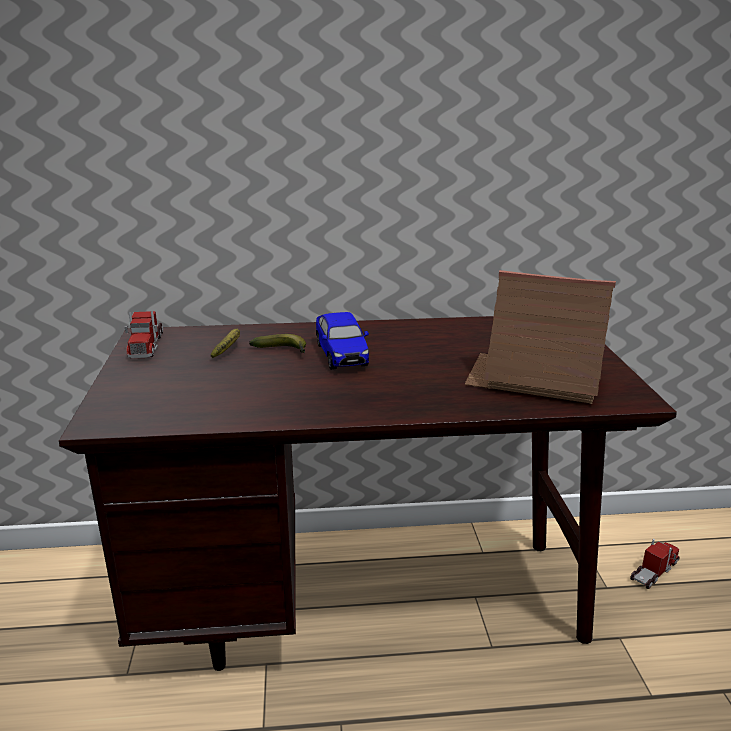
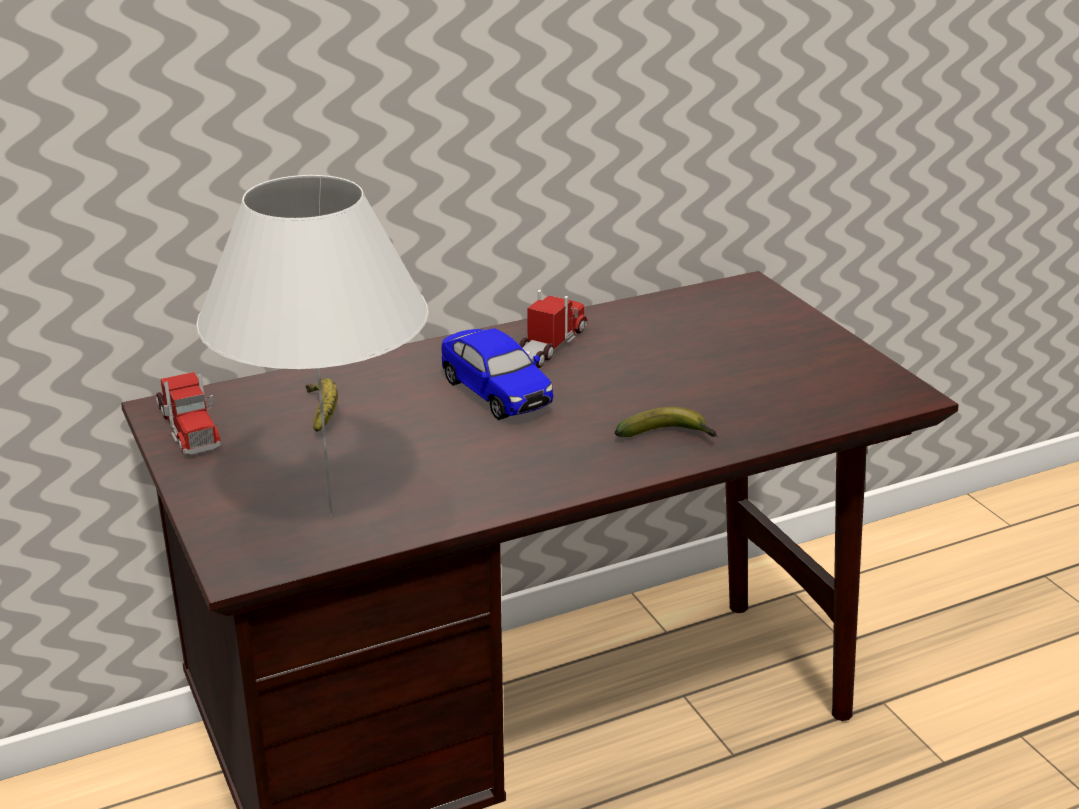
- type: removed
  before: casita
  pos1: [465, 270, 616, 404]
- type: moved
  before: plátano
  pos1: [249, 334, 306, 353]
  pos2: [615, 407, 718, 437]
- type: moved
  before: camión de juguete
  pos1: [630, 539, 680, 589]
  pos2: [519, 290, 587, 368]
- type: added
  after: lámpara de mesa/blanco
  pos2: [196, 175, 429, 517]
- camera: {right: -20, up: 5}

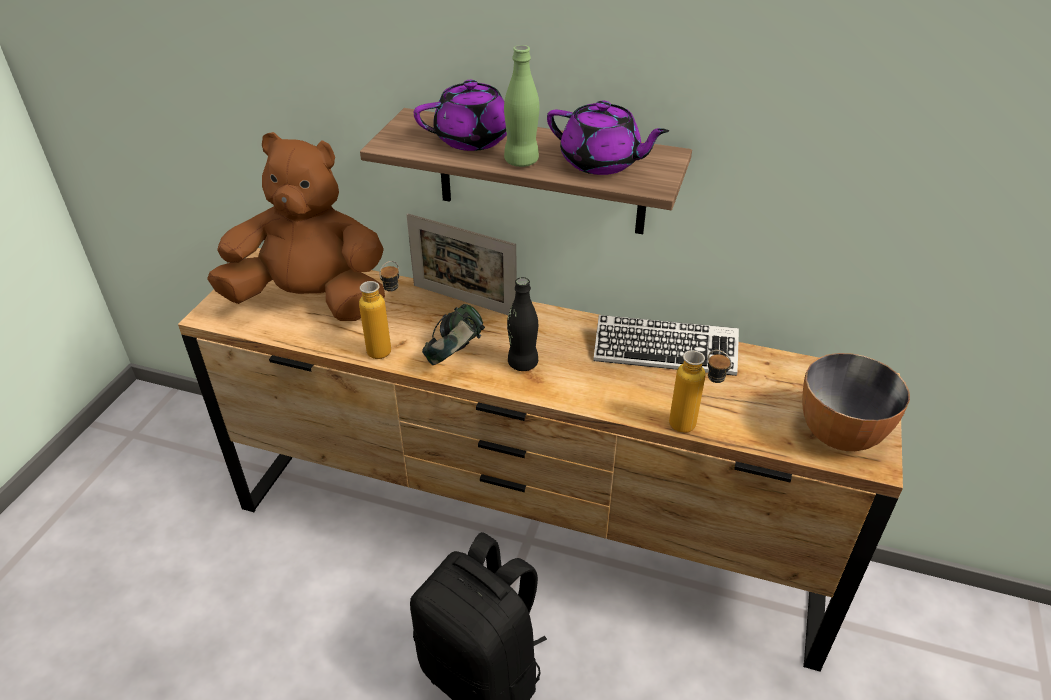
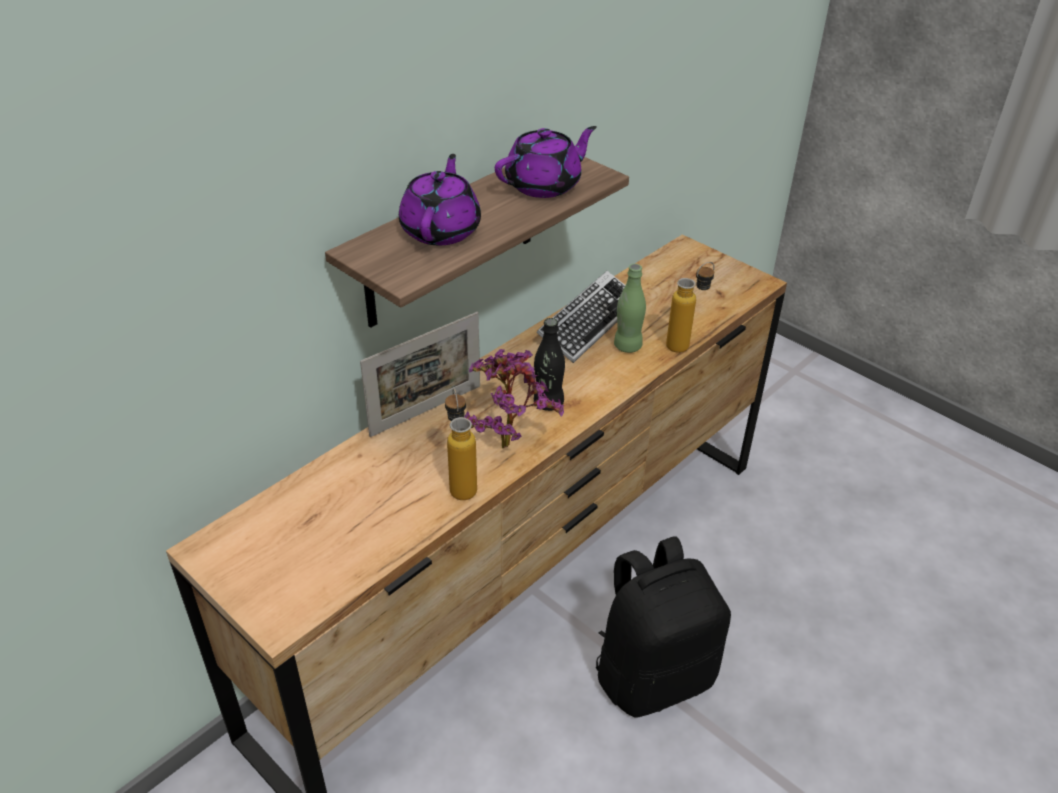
- type: moved
  before: botella/verde
  pos1: [504, 45, 540, 167]
  pos2: [614, 264, 646, 353]
- type: removed
  before: peluche/marrón
  pos1: [207, 132, 385, 321]
- type: replaced
  before: auriculares
  after: planta en maceta
  pos1: [422, 304, 485, 365]
  pos2: [464, 349, 564, 448]
- type: removed
  before: cuenco
  pos1: [802, 353, 910, 451]
- camera: {right: -65, up: 0}

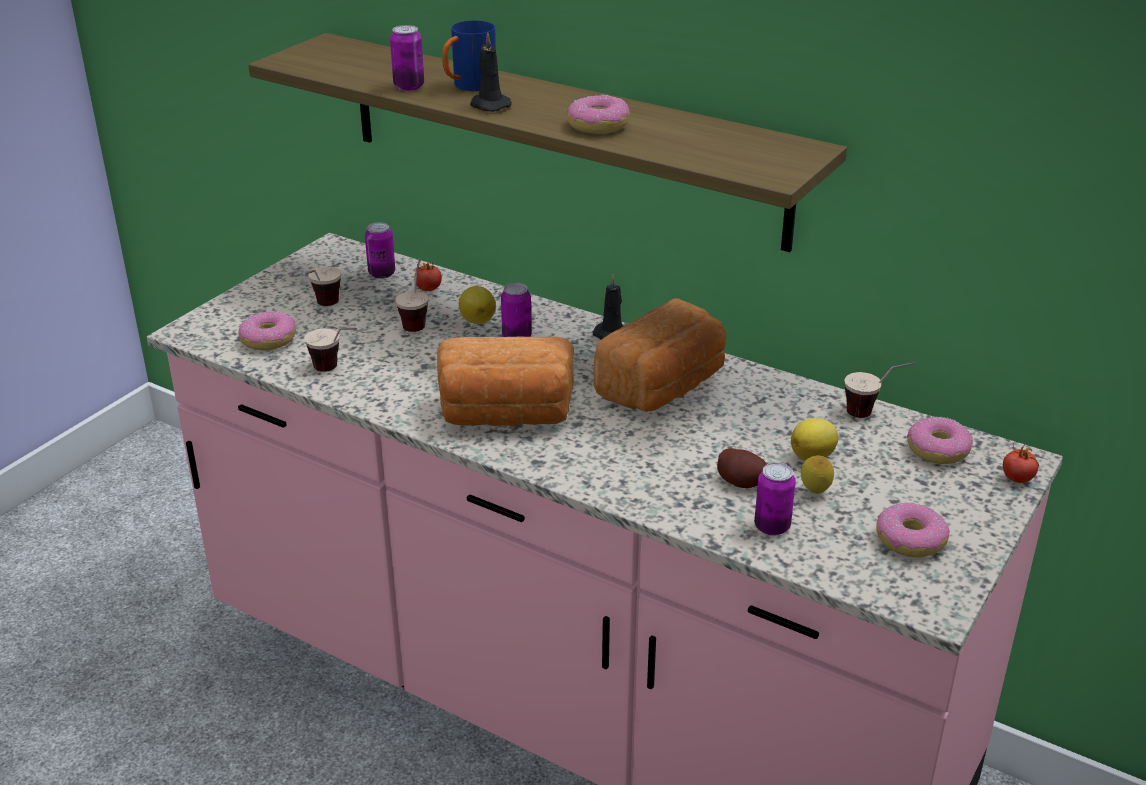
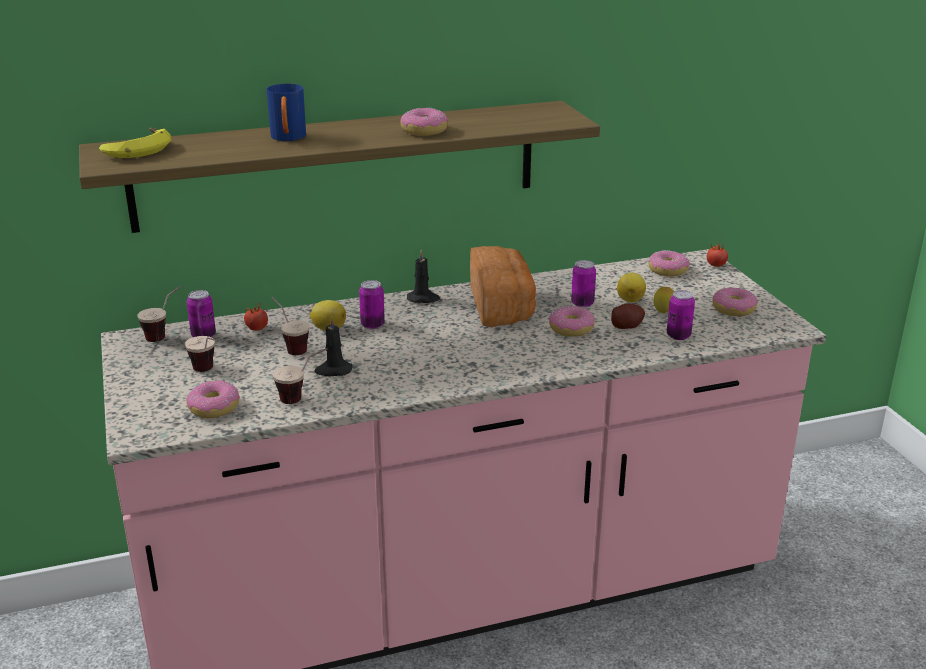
- type: moved
  before: lata
  pos1: [390, 25, 424, 91]
  pos2: [571, 260, 596, 308]
- type: moved
  before: vela/negro
  pos1: [470, 32, 512, 112]
  pos2: [315, 316, 352, 377]
- type: removed
  before: pan
  pos1: [437, 337, 574, 426]
- type: moved
  before: taza
  pos1: [844, 362, 916, 418]
  pos2: [137, 285, 182, 342]
- type: added
  after: plátano
  pos2: [98, 128, 171, 158]
- type: added
  after: rosquilla
  pos2: [549, 306, 595, 337]
- camera: {right: -50, up: -5}

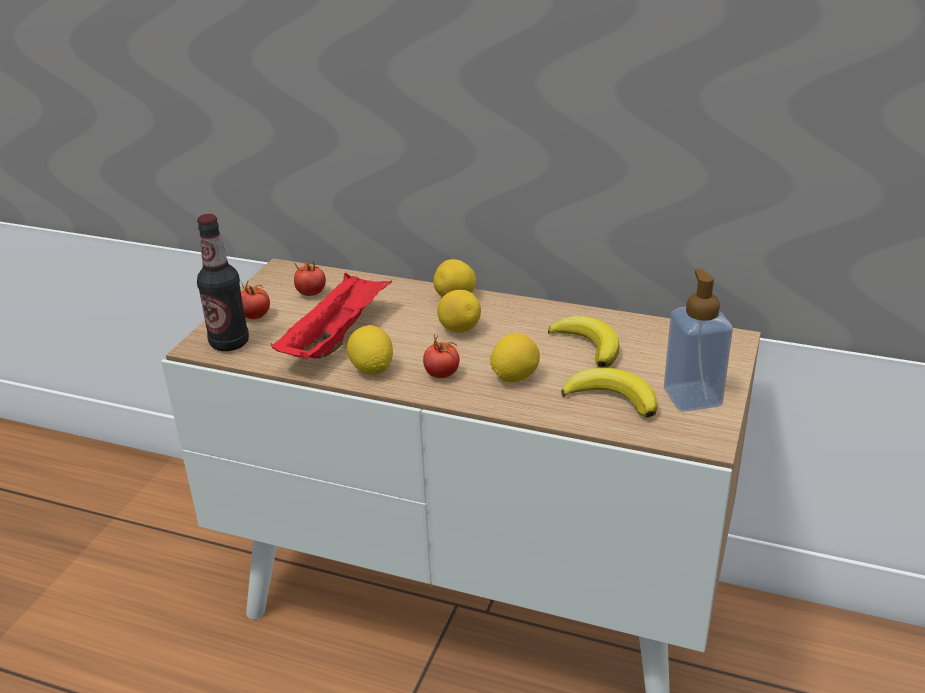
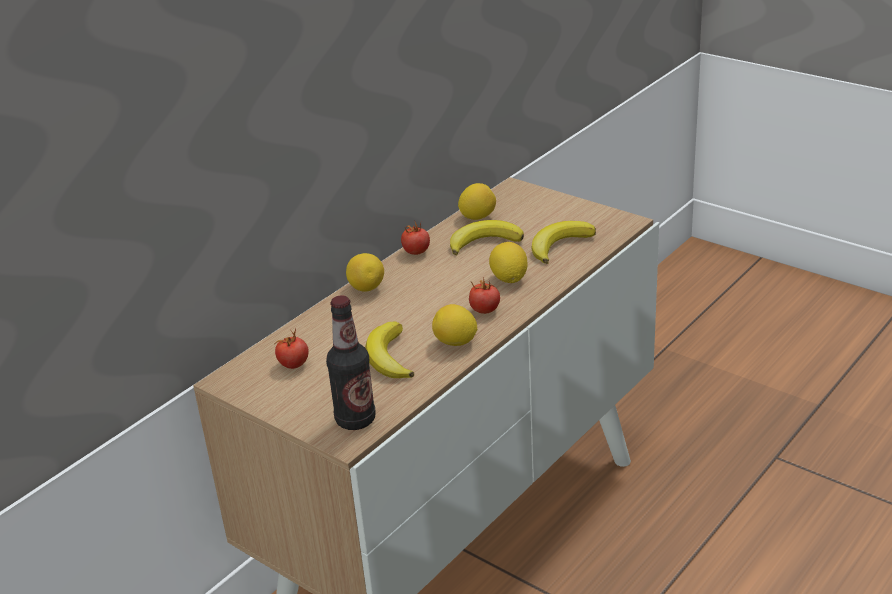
- type: removed
  before: dispensador de jabón
  pos1: [664, 268, 733, 411]
- type: replaced
  before: bandeja/rojo
  after: plátano
  pos1: [271, 272, 392, 359]
  pos2: [365, 322, 414, 378]
- type: moved
  before: tomate
  pos1: [241, 281, 270, 319]
  pos2: [401, 222, 430, 255]
- type: moved
  before: limón
  pos1: [437, 290, 481, 333]
  pos2: [458, 183, 496, 220]
- camera: {right: -70, up: 0}

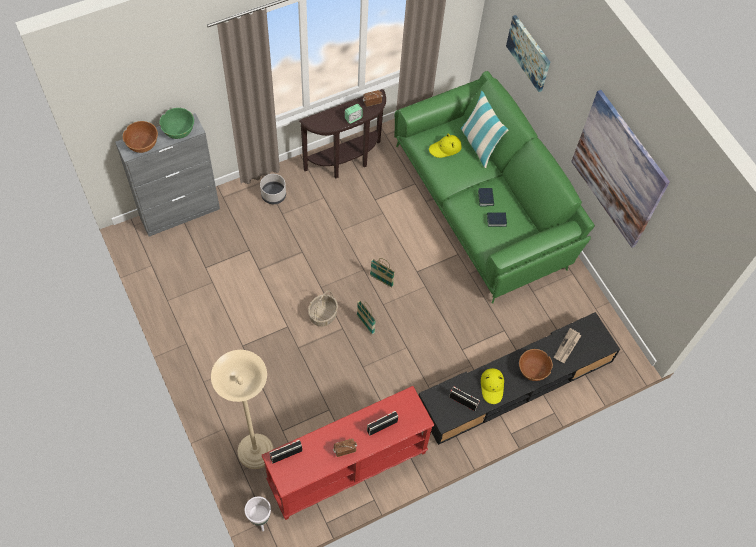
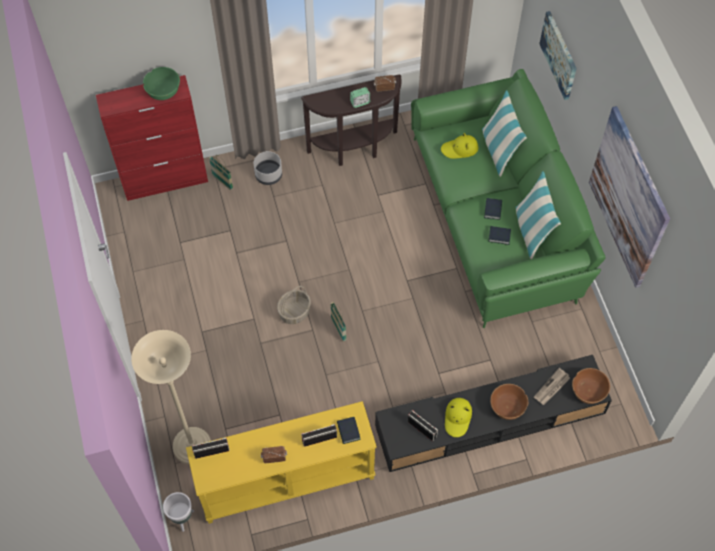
- type: recoloured
  before: armario/gris
  after: armario/rojo
  pos1: [115, 113, 220, 236]
  pos2: [96, 75, 208, 201]
- type: moved
  before: cuenco/marrón
  pos1: [123, 121, 158, 153]
  pos2: [572, 368, 610, 404]
- type: moved
  before: cesta
  pos1: [370, 258, 395, 287]
  pos2: [209, 155, 233, 190]
- type: recoloured
  before: mesa consola/rojo
  after: mesa consola/amarillo
  pos1: [262, 386, 434, 520]
  pos2: [186, 401, 377, 524]
- type: added
  after: cojín
  pos2: [516, 171, 561, 259]
- type: added
  after: libro
  pos2: [337, 417, 360, 444]
- camera: {right: 15, up: 0}

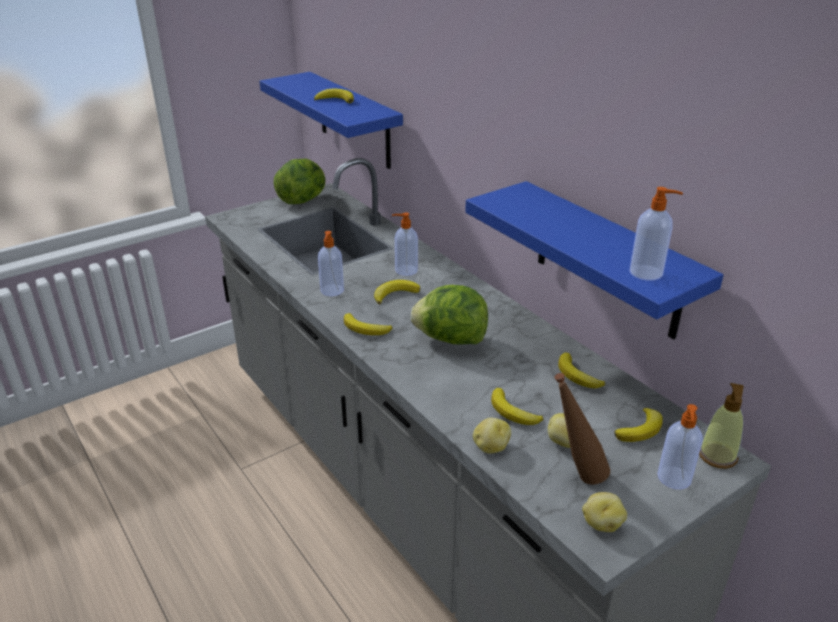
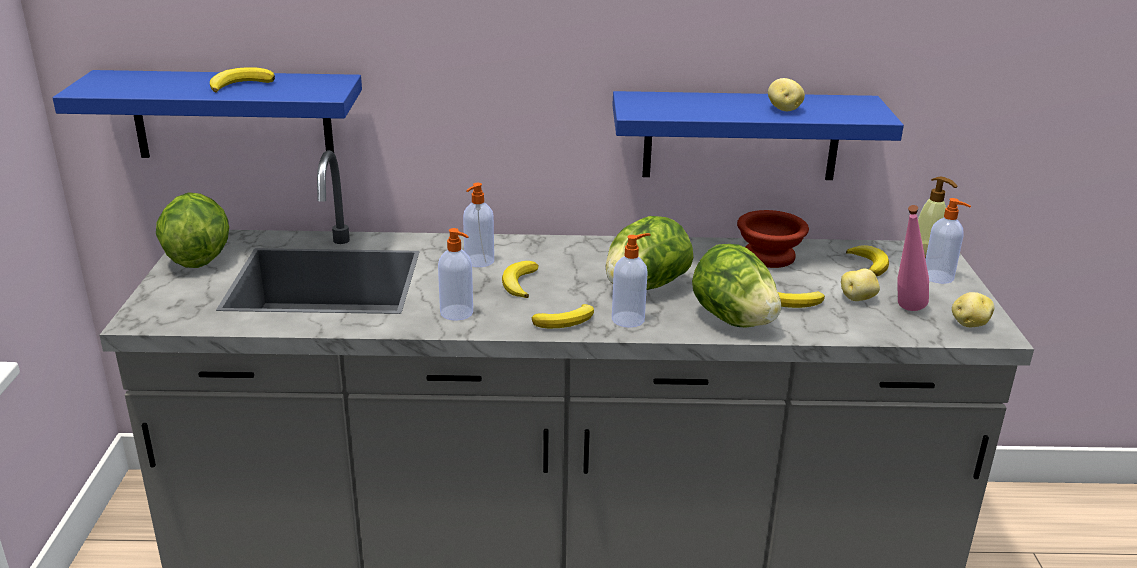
- type: moved
  before: dispensador de jabón
  pos1: [629, 187, 683, 281]
  pos2: [612, 233, 651, 328]
- type: replaced
  before: plátano
  after: cuenco/marrón
  pos1: [558, 352, 605, 388]
  pos2: [737, 210, 809, 268]
- type: recoloured
  before: botella/marrón
  after: botella/rosa
  pos1: [554, 373, 610, 485]
  pos2: [897, 205, 929, 311]
- type: moved
  before: patata
  pos1: [473, 418, 511, 454]
  pos2: [768, 78, 805, 111]
- type: added
  after: lechuga
  pos2: [692, 244, 781, 327]
- camera: {right: -55, up: -5}

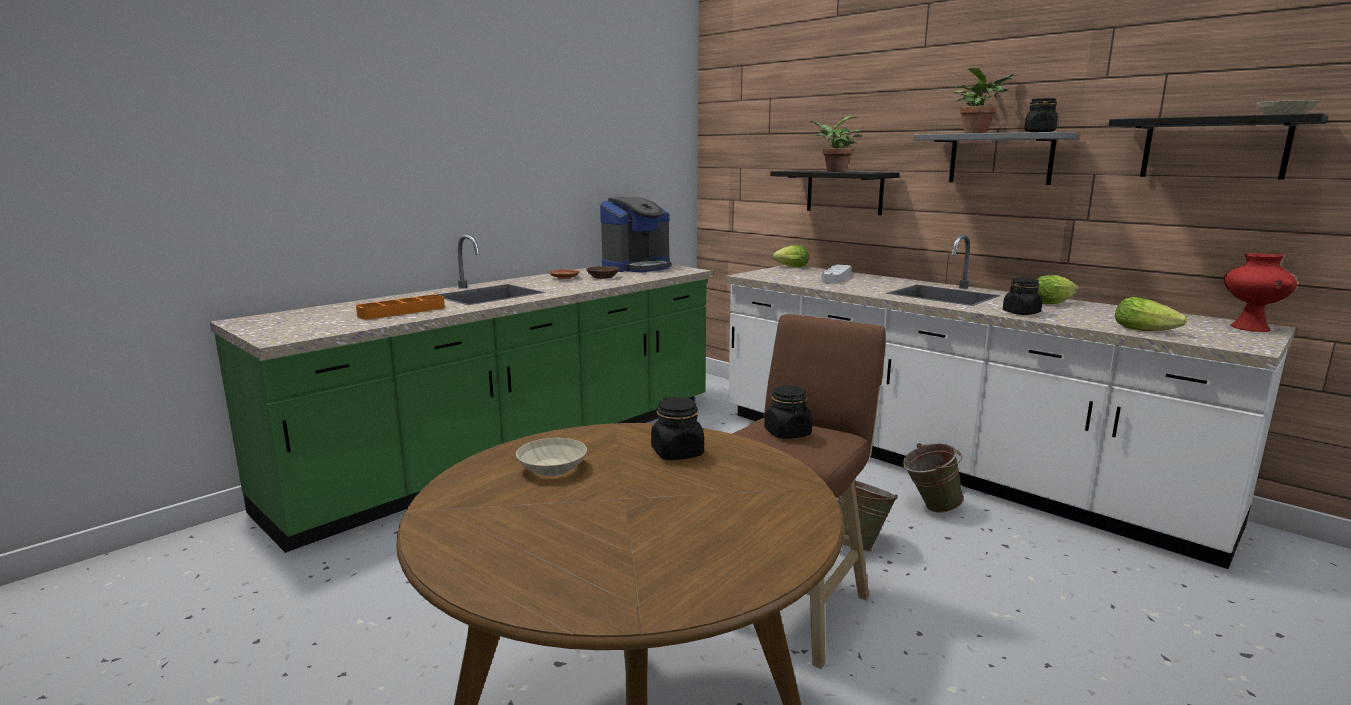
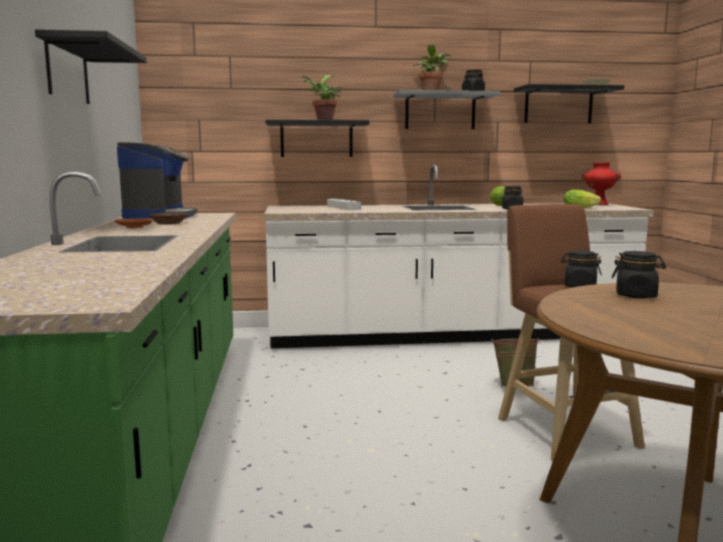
- type: removed
  before: lechuga
  pos1: [773, 245, 809, 268]
- type: removed
  before: bandeja/naranja
  pos1: [356, 295, 445, 320]
- type: removed
  before: cuenco/beis
  pos1: [516, 438, 587, 476]
- type: removed
  before: cubo/verde
  pos1: [902, 443, 964, 513]
- type: added
  after: estante/negro
  pos2: [35, 29, 147, 104]
- camera: {right: -50, up: -5}

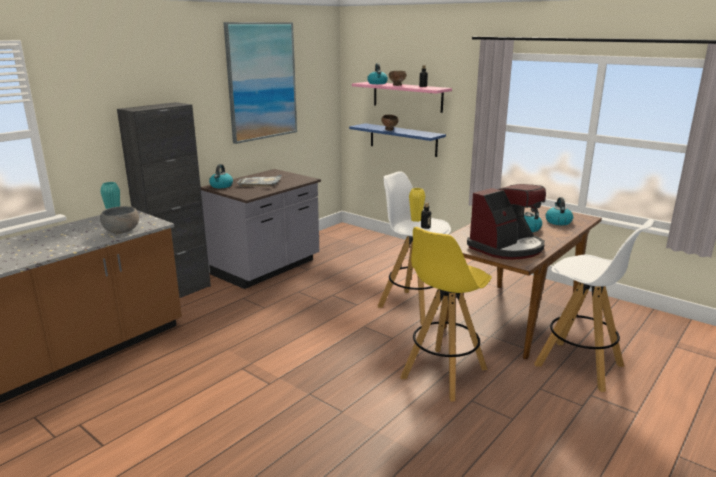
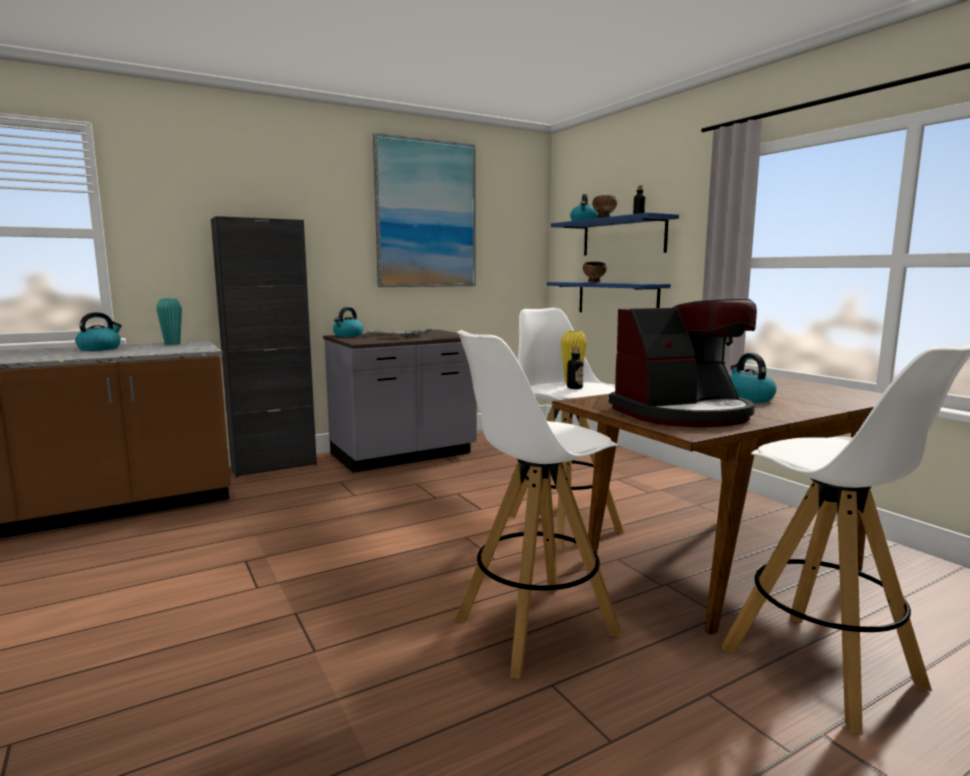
- type: recoloured
  before: estante/rosa
  after: estante/azul
  pos1: [352, 82, 452, 113]
  pos2: [551, 212, 679, 256]
- type: moved
  before: hervidor
  pos1: [546, 197, 573, 225]
  pos2: [75, 312, 122, 351]
- type: removed
  before: cuenco/gris
  pos1: [100, 206, 139, 234]
- type: recoloured
  before: taburete/amarillo
  after: taburete/blanco
  pos1: [400, 227, 492, 402]
  pos2: [455, 330, 622, 678]
- camera: {right: 20, up: -10}

